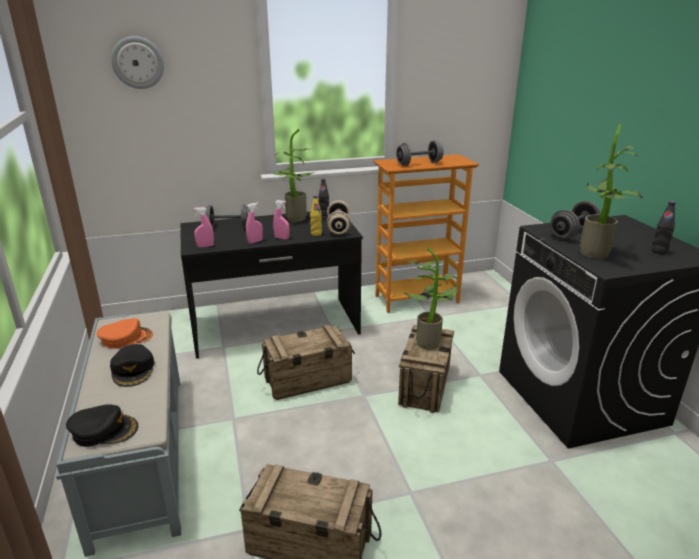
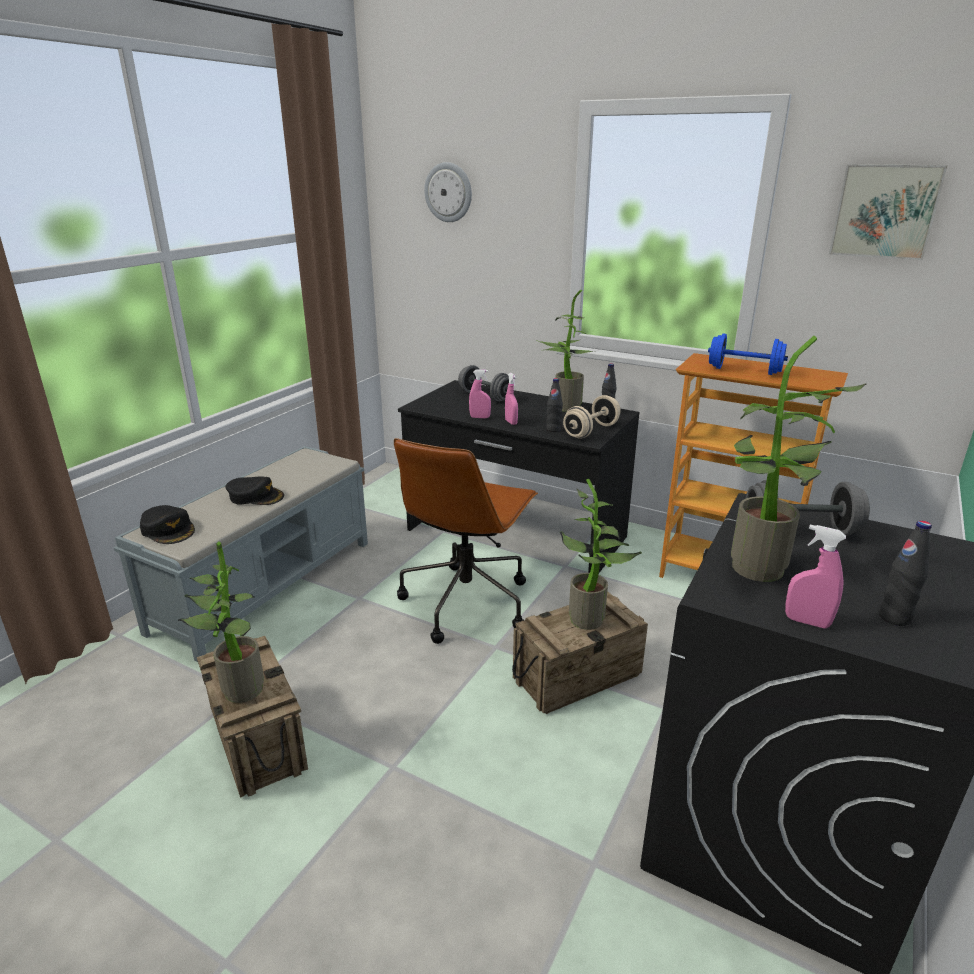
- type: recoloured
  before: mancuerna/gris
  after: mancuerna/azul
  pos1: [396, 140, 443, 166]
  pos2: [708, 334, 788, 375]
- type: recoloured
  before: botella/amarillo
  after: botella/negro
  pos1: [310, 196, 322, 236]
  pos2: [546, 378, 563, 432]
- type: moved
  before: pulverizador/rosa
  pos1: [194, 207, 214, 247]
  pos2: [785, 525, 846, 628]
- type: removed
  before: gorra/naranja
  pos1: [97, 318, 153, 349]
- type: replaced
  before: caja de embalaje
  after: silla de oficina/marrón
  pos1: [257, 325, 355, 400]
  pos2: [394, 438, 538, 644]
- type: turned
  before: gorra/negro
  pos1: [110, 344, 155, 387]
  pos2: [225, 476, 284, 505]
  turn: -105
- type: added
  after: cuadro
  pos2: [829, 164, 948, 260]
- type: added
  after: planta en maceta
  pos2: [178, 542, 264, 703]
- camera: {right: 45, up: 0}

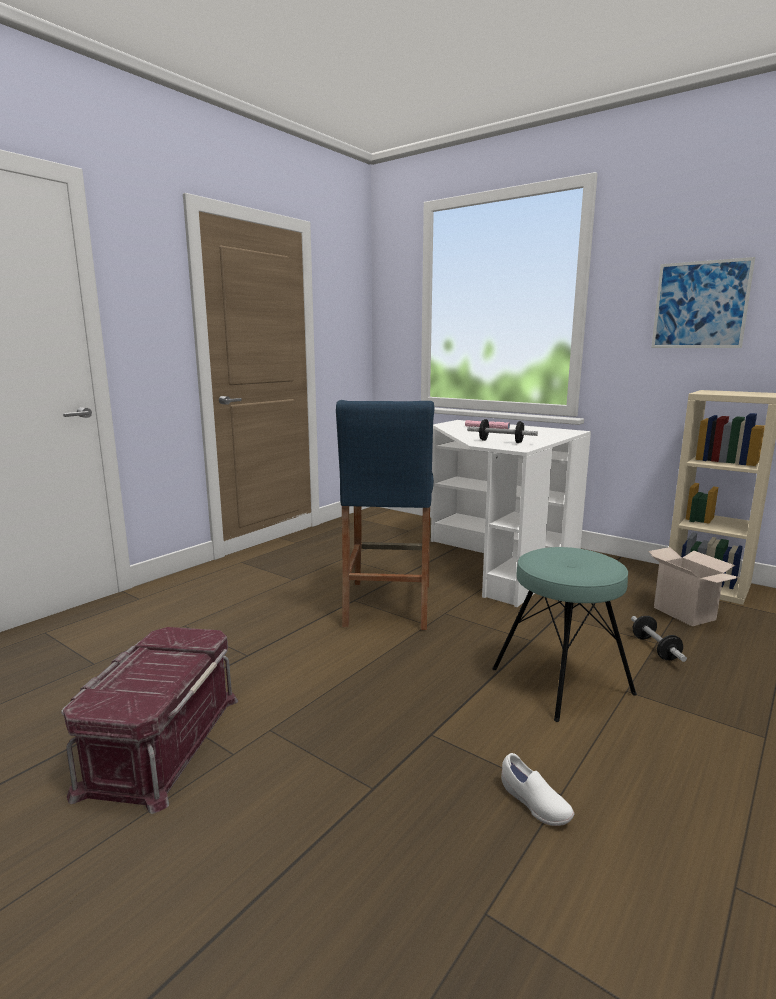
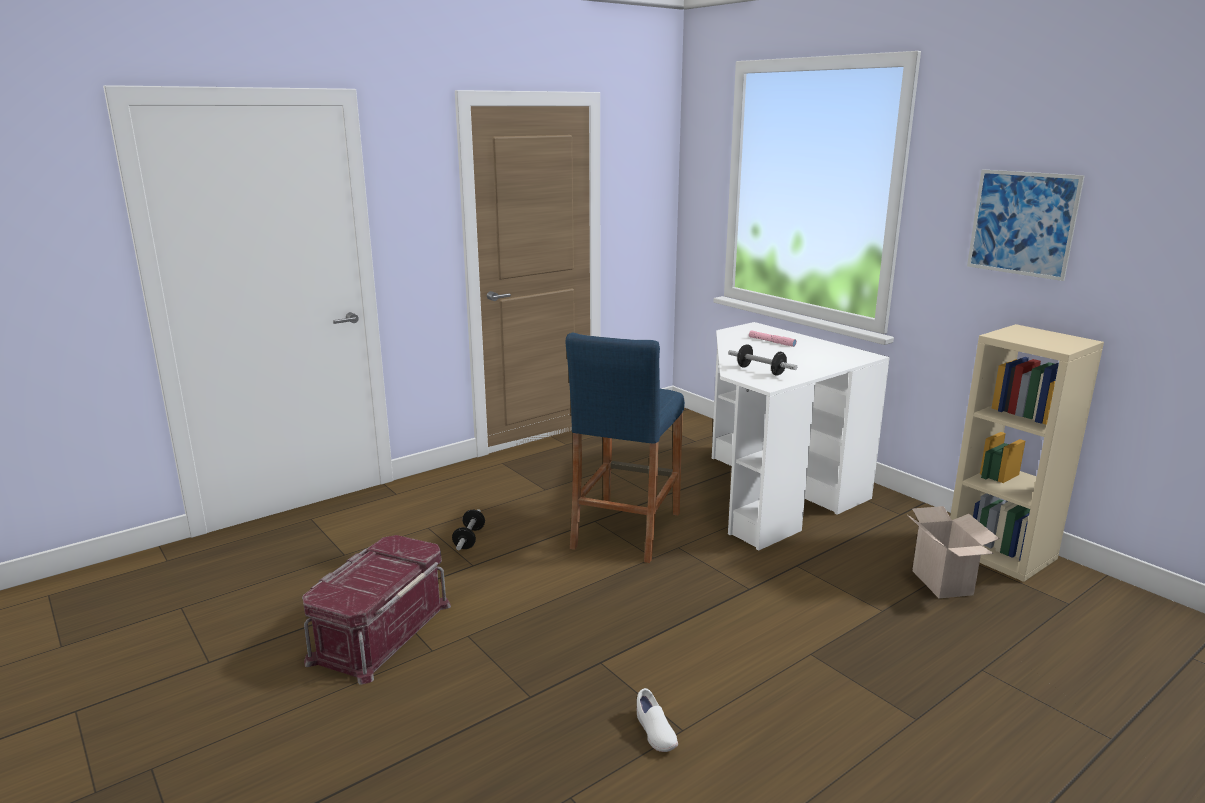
- type: removed
  before: taburete/turquesa
  pos1: [492, 547, 637, 722]
- type: moved
  before: mancuerna
  pos1: [631, 616, 687, 662]
  pos2: [452, 509, 485, 550]
- camera: {right: 15, up: 5}

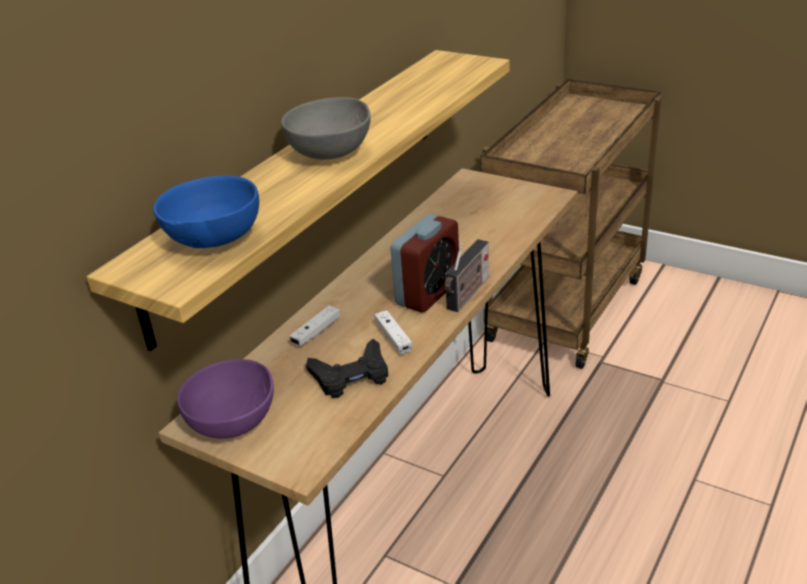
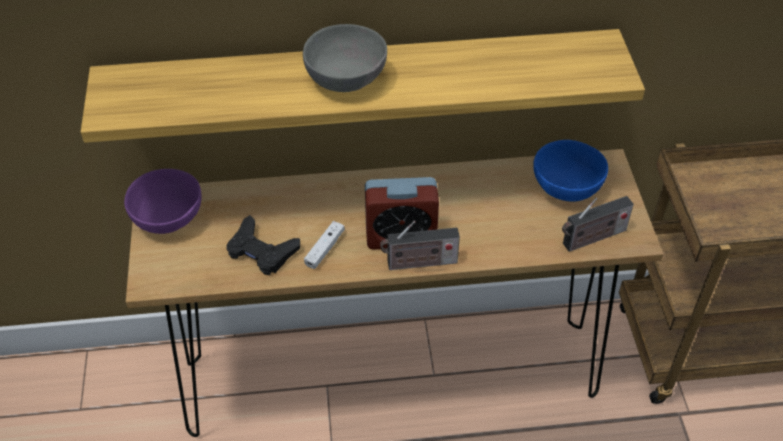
- type: moved
  before: cuenco/azul
  pos1: [153, 176, 259, 248]
  pos2: [533, 140, 608, 202]
- type: removed
  before: mando de consola/blanco
  pos1: [289, 306, 340, 346]
- type: added
  after: radio
  pos2: [562, 196, 634, 252]
- camera: {right: 50, up: 15}

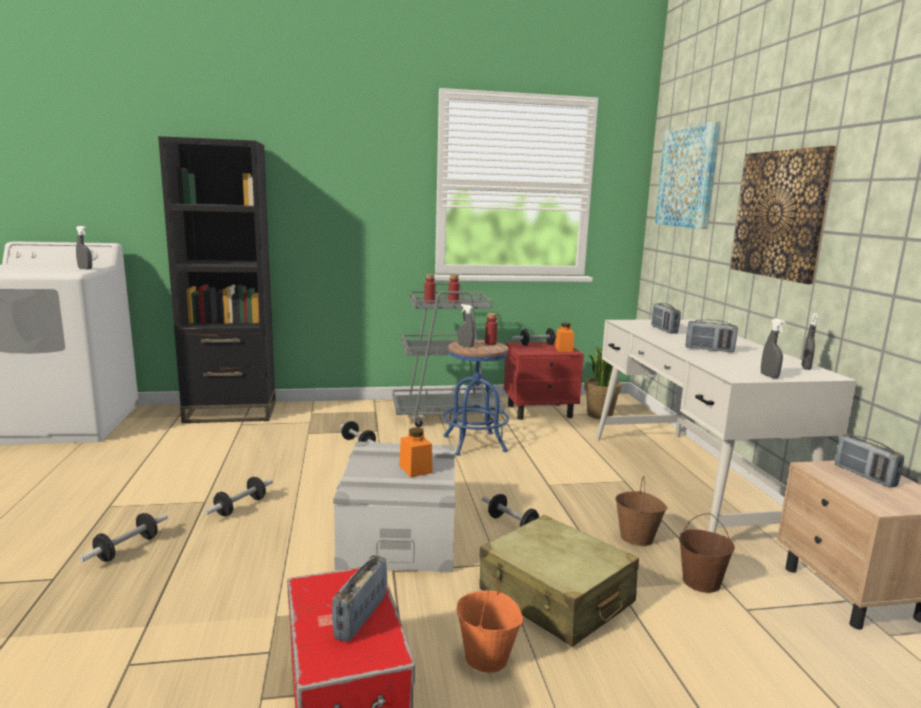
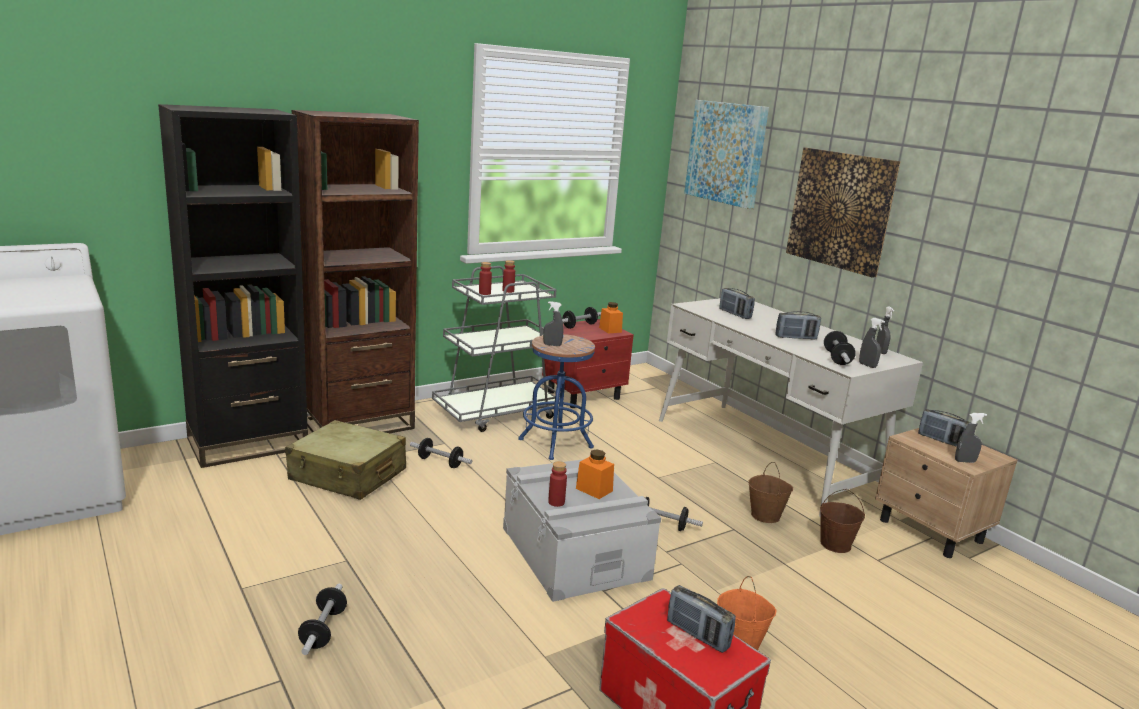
- type: moved
  before: pulverizador/gris
  pos1: [76, 226, 92, 269]
  pos2: [955, 413, 987, 463]
- type: moved
  before: botella/rojo
  pos1: [485, 313, 498, 345]
  pos2: [548, 461, 567, 507]
- type: removed
  before: planta en maceta
  pos1: [584, 347, 621, 419]
- type: moved
  before: mancuerna
  pos1: [204, 477, 273, 516]
  pos2: [824, 331, 856, 365]
- type: moved
  before: maleta/beis
  pos1: [480, 515, 639, 647]
  pos2: [285, 420, 406, 500]
- type: turned
  before: radio
  pos1: [332, 555, 387, 642]
  pos2: [667, 585, 736, 653]
  turn: -45
- type: added
  after: estantería/marrón
  pos2: [292, 110, 419, 433]
- camera: {right: -25, up: 5}

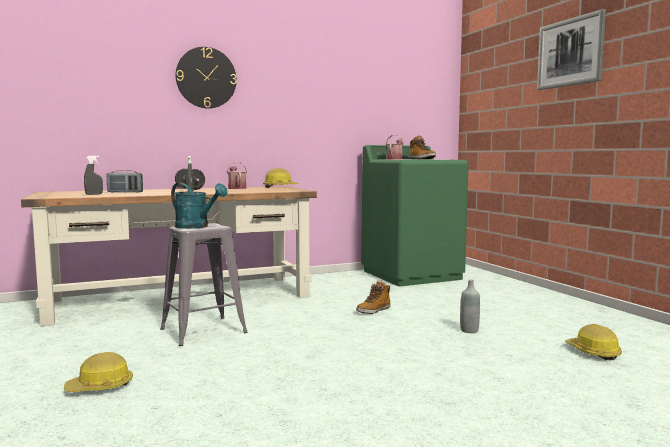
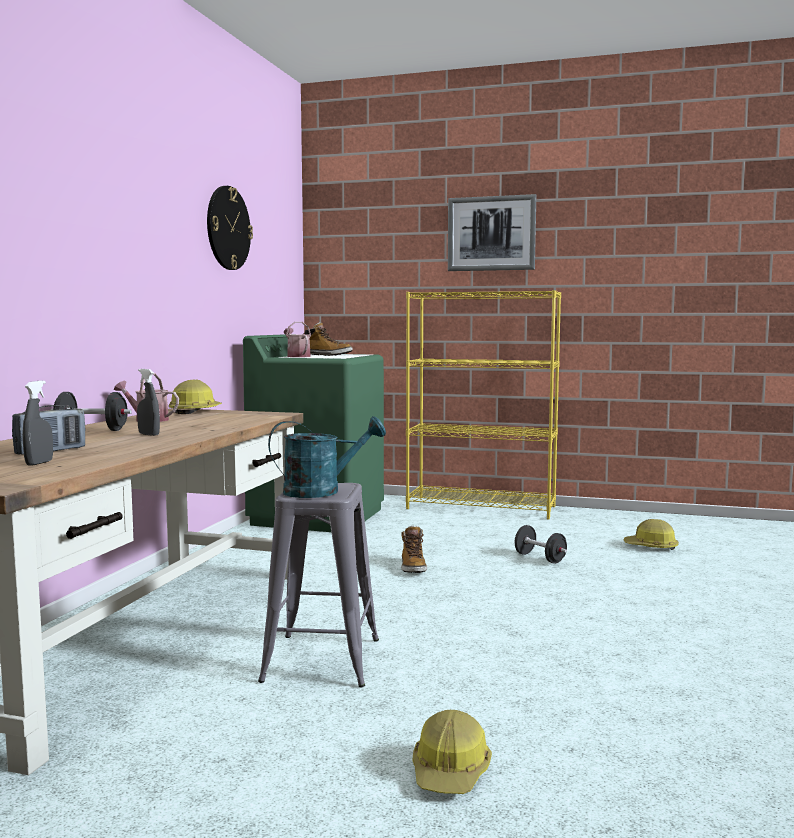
- type: moved
  before: reloj de pared
  pos1: [175, 47, 237, 109]
  pos2: [207, 186, 253, 270]
- type: replaced
  before: botella/gris
  after: mancuerna/negro
  pos1: [460, 280, 480, 333]
  pos2: [515, 525, 567, 564]
- type: added
  after: estantería/amarillo
  pos2: [406, 290, 561, 519]
- camera: {right: -50, up: 0}

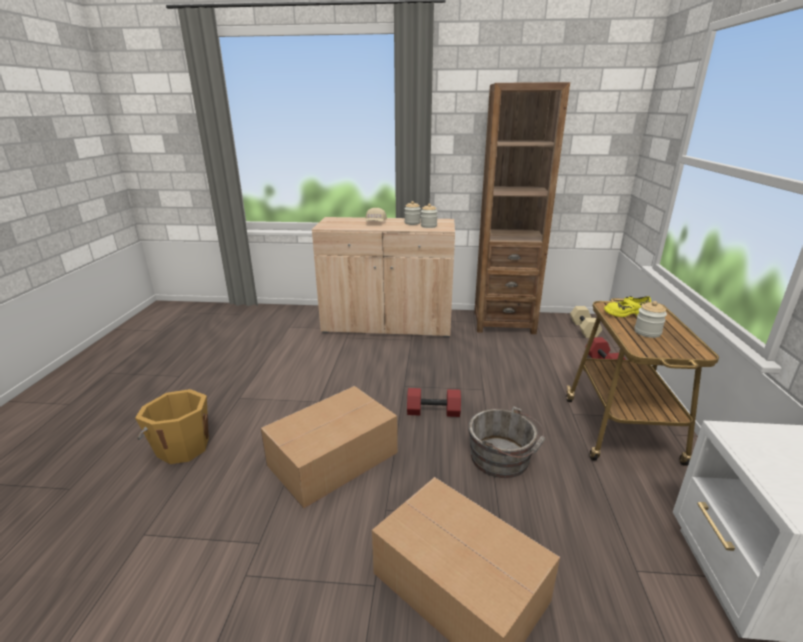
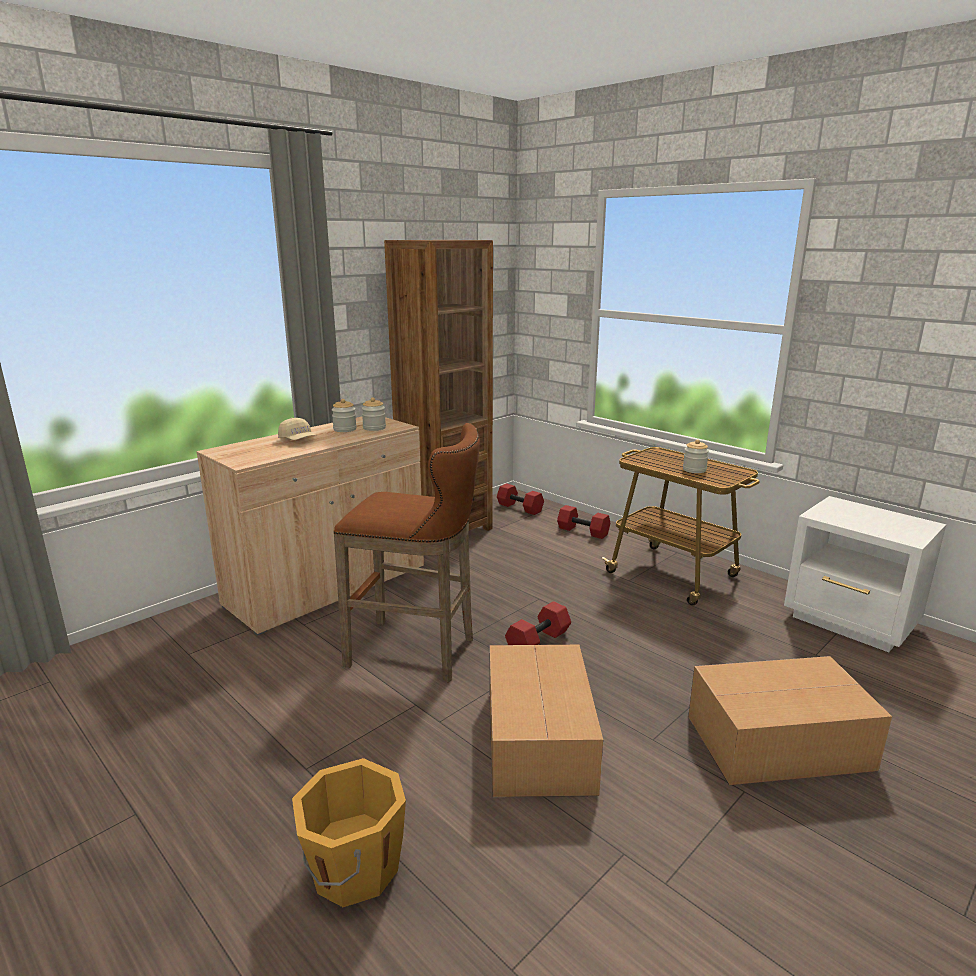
- type: removed
  before: zapato/amarillo
  pos1: [604, 296, 651, 317]
- type: recoloured
  before: mancuerna/beis
  after: mancuerna/rojo
  pos1: [570, 306, 602, 338]
  pos2: [497, 483, 544, 515]
- type: removed
  before: cubo/gris
  pos1: [468, 406, 545, 478]
- type: added
  after: taburete/marrón
  pos2: [334, 423, 480, 682]
- camera: {right: -50, up: -5}

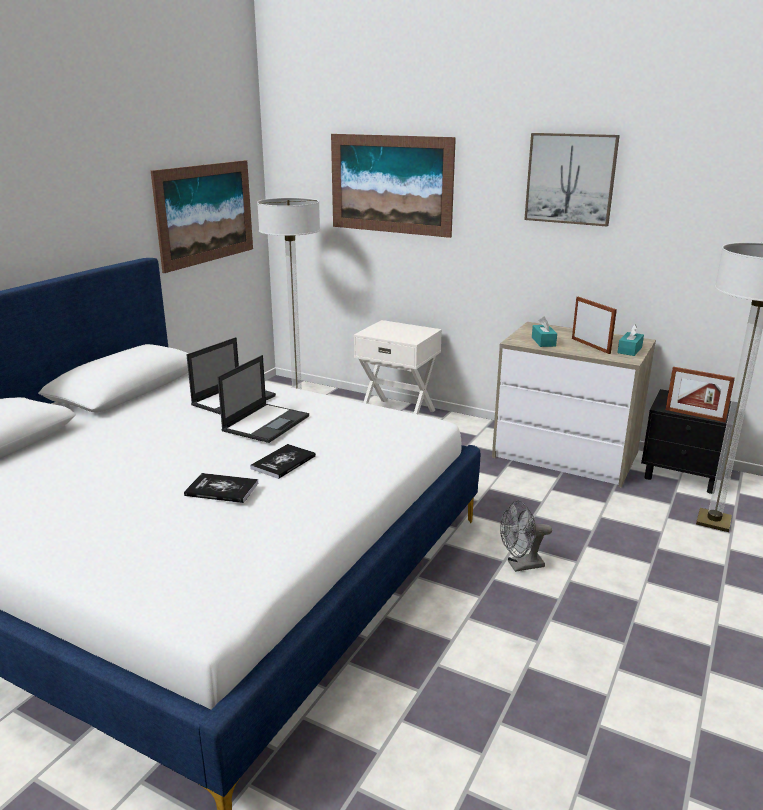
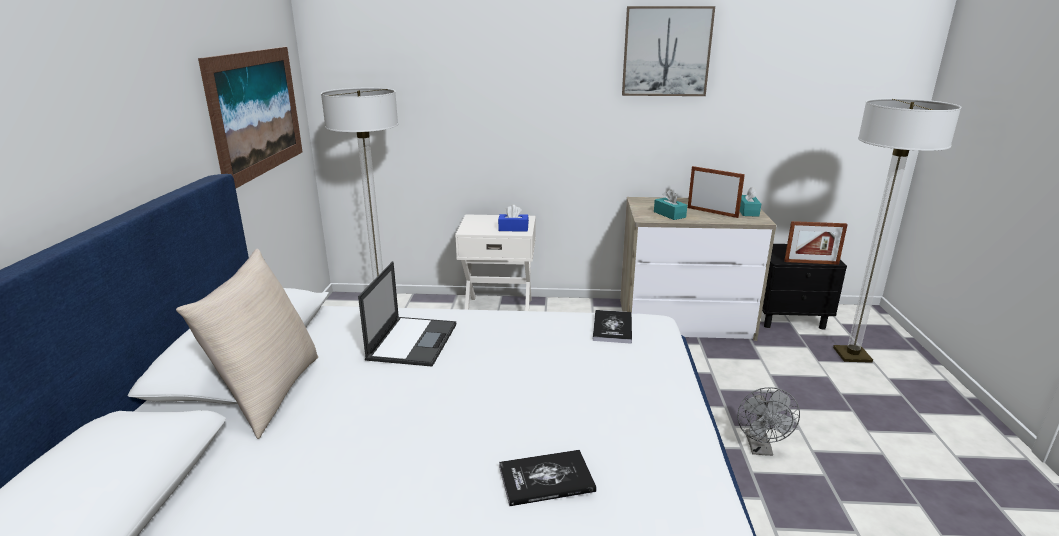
- type: removed
  before: cuadro
  pos1: [331, 134, 456, 238]
- type: removed
  before: portátil
  pos1: [217, 355, 309, 443]
- type: moved
  before: libro
  pos1: [250, 444, 316, 479]
  pos2: [593, 310, 632, 344]
- type: turned
  before: ventilador/gris
  pos1: [500, 500, 552, 572]
  pos2: [738, 387, 800, 456]
  turn: -45
- type: added
  after: caja de pañuelos/azul
  pos2: [498, 205, 529, 232]
- type: added
  after: cojín/beis
  pos2: [176, 249, 318, 439]
- camera: {right: -25, up: 0}

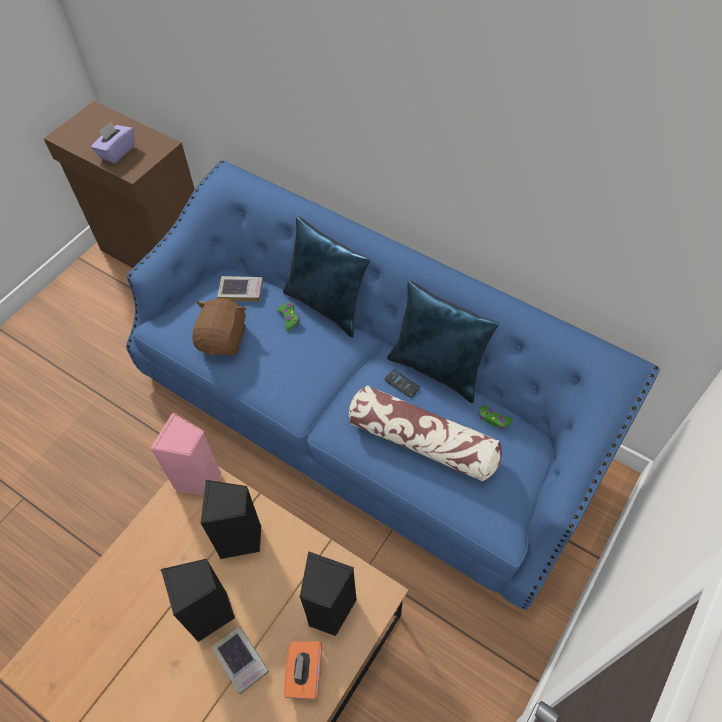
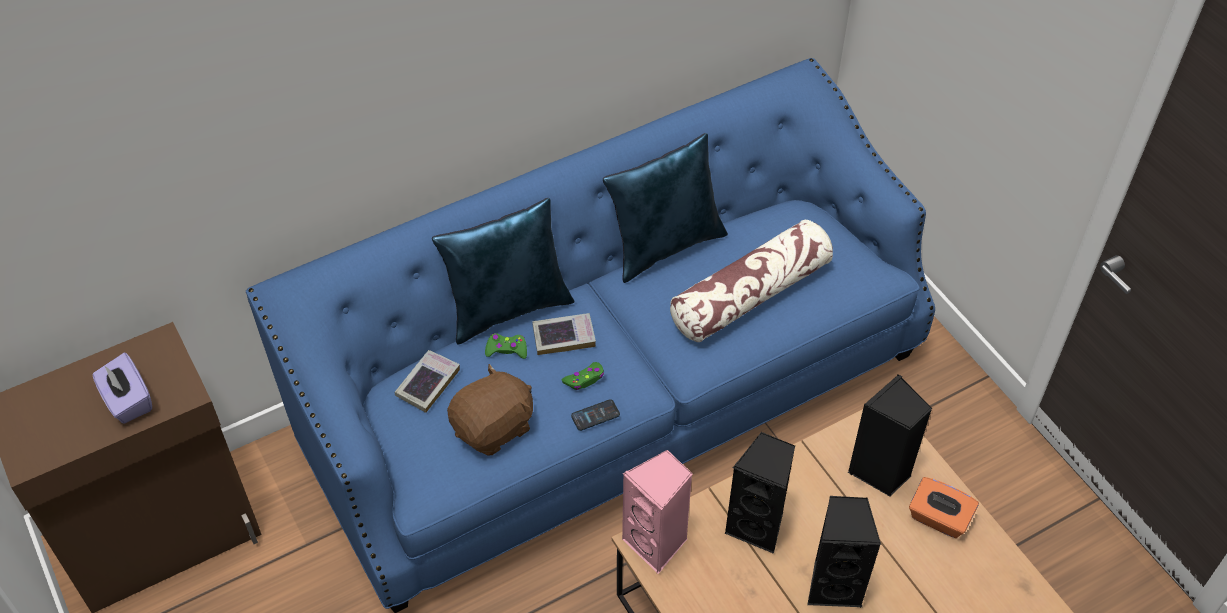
- type: turned
  before: peluche/marrón
  pos1: [192, 298, 247, 356]
  pos2: [447, 364, 533, 456]
  turn: 105
- type: moved
  before: móvil
  pos1: [385, 369, 420, 398]
  pos2: [571, 399, 620, 431]
- type: moved
  before: mando de consola/verde
  pos1: [479, 405, 513, 429]
  pos2: [562, 362, 604, 390]
- type: moved
  before: libro
  pos1: [212, 626, 269, 694]
  pos2: [532, 313, 596, 355]
- camera: {right: -65, up: -5}

